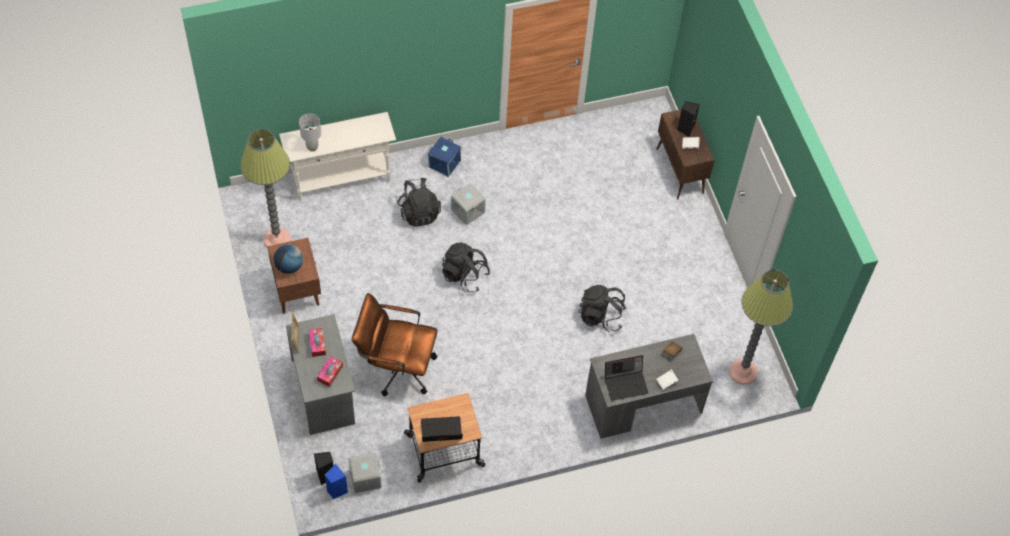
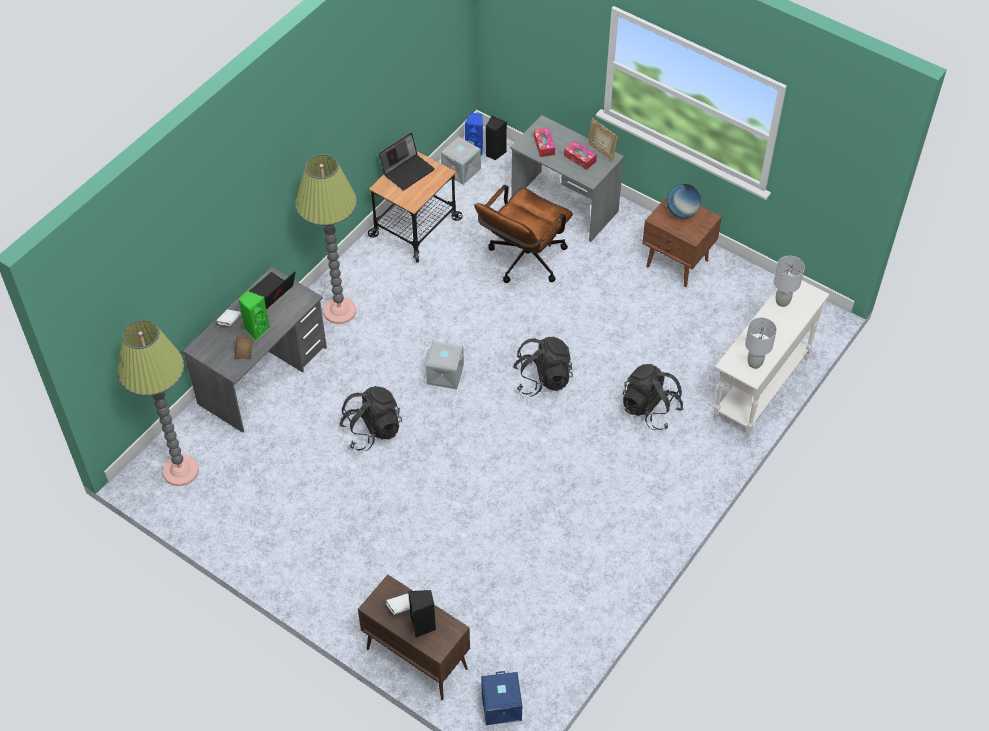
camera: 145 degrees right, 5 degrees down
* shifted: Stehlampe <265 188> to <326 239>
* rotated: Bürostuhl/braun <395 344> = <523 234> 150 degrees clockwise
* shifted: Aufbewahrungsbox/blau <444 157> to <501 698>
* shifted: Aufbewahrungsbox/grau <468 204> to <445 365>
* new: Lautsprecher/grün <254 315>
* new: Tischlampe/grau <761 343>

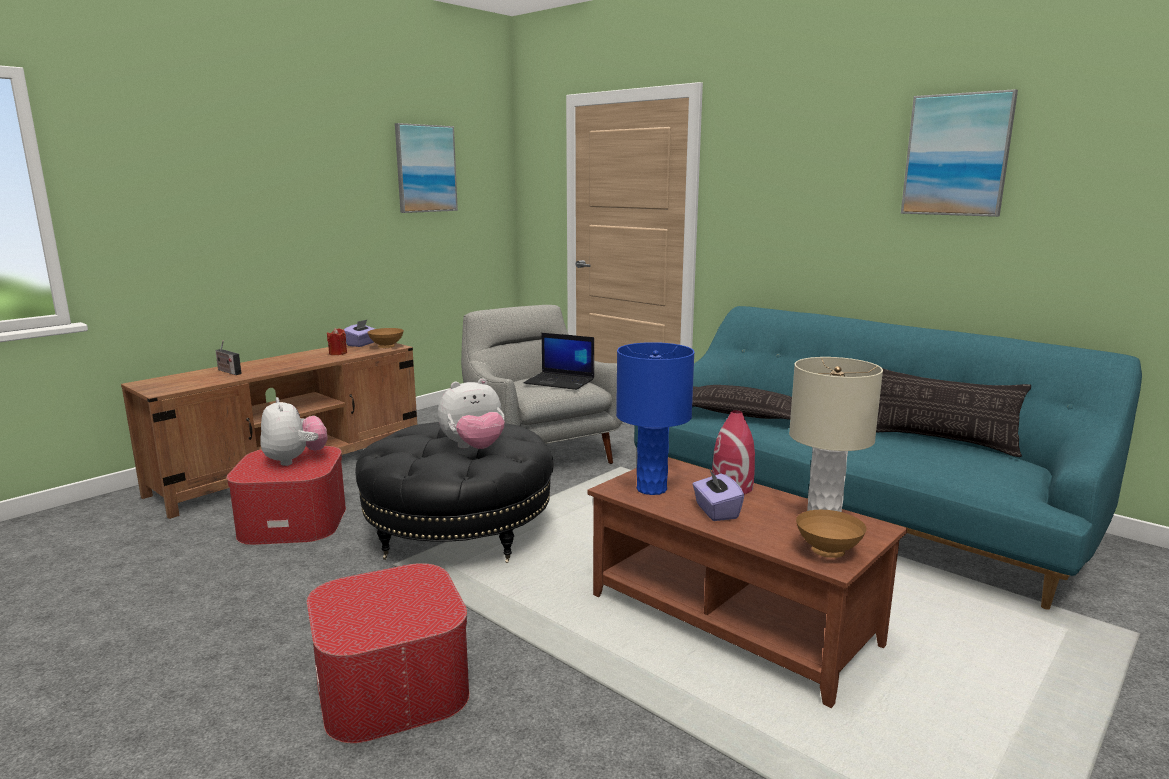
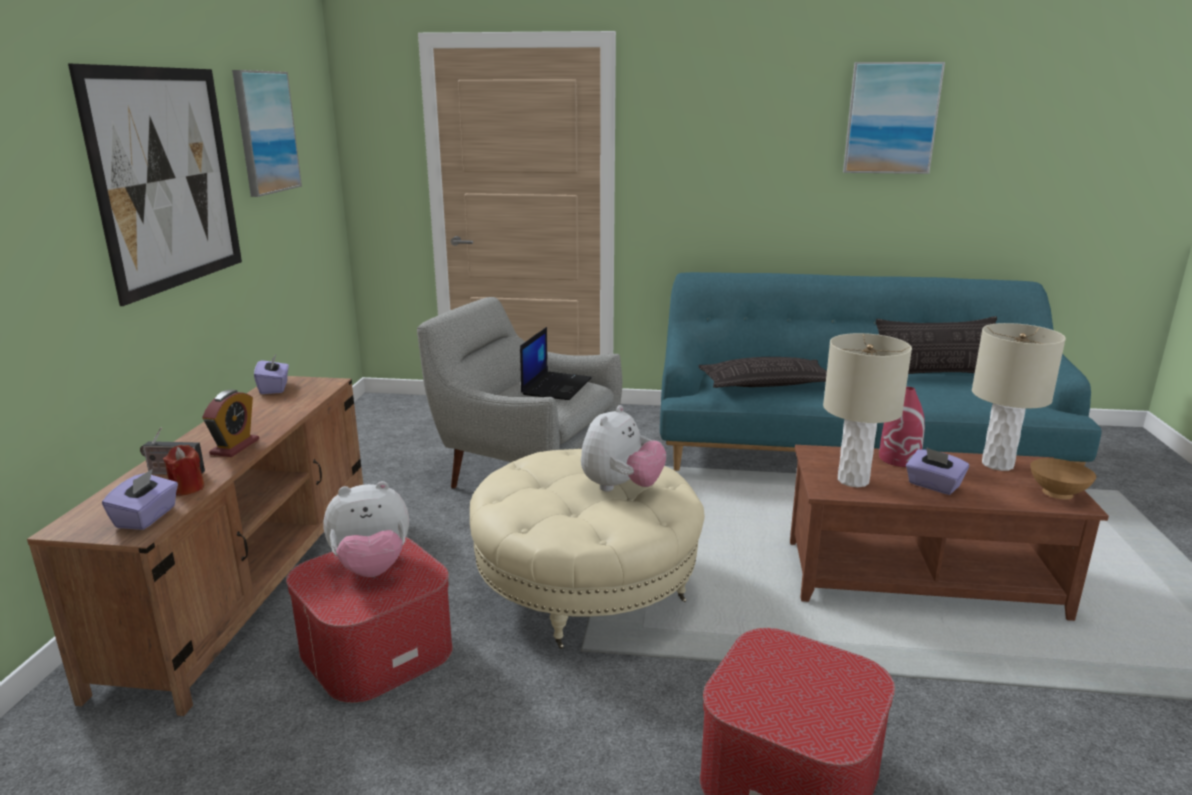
camera: 35 degrees left, 5 degrees up
* rotated: Plüschtier <294 431> = <366 529> 135 degrees clockwise
* shifted: Kerze/rot <337 341> to <183 470>
* repainted: Polsterhocker/schwarz <454 492> to Polsterhocker/beige <587 549>
* gone: Schüssel/braun <385 338>
* rotated: Laptop <558 361> = <556 363> 60 degrees counterclockwise
* repainted: Tischlampe/blau <655 418> to Tischlampe/beige <867 410>
* new: Bild <155 185>
* new: Taschentuchbox/lila <140 499>
* new: Wecker <230 423>

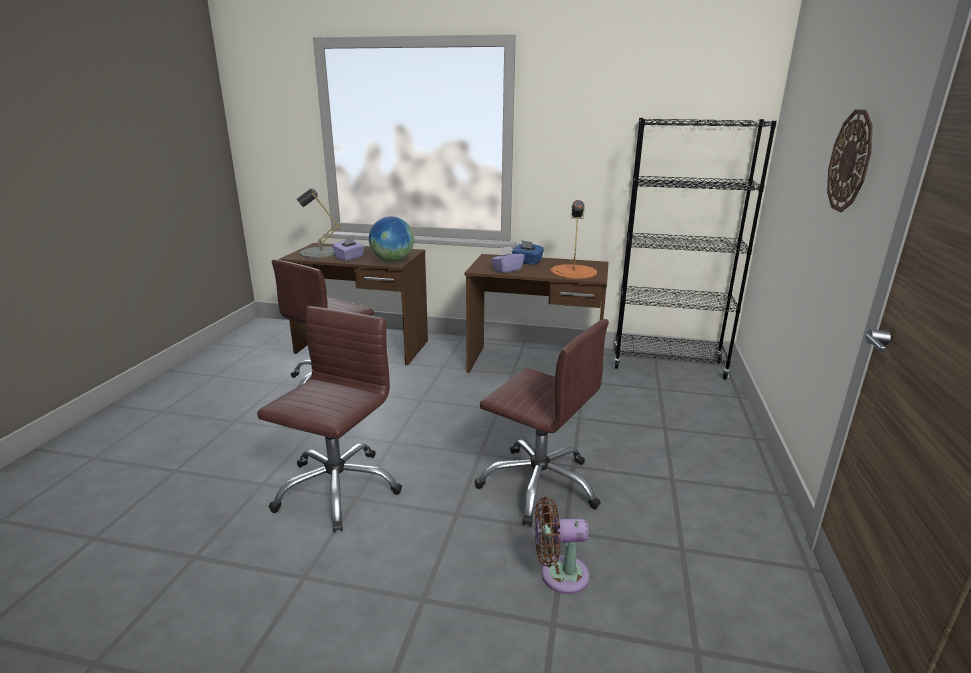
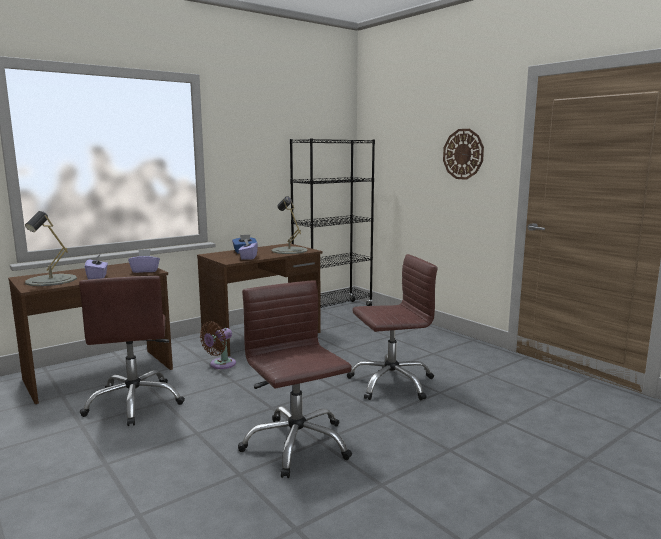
camera: 50 degrees left, 10 degrees down
* swapped: Globus <391 239> to Taschentuchbox/lila <144 261>
* shifted: Ventilator/braun <562 545> to <218 345>
* repainted: Tischlampe/orange <573 239> to Tischlampe/grau <289 225>

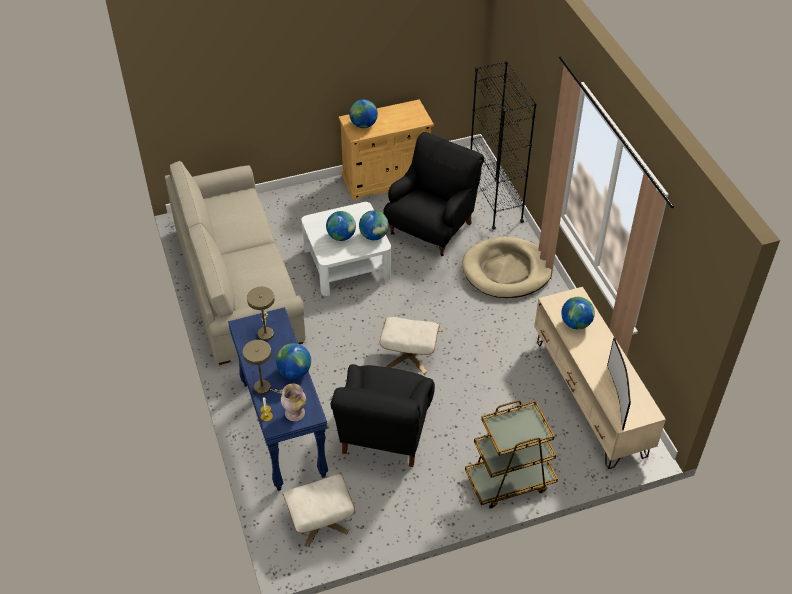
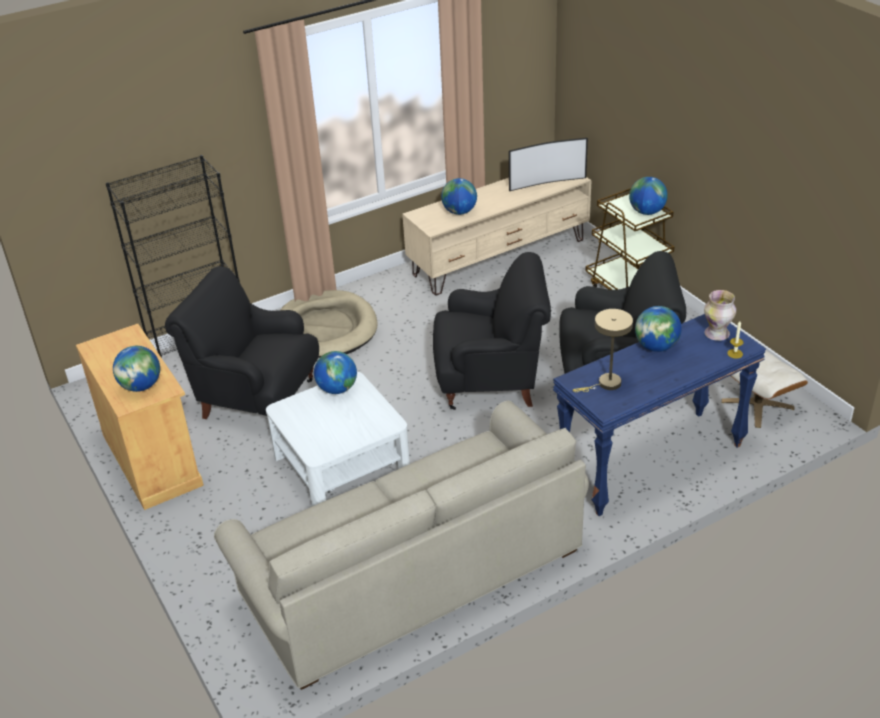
camera: 100 degrees left, 10 degrees down
* gone: Tischlampe/beige <263 367>
* shifted: Globus <341 226> to <648 196>
* swapped: Polsterhocker/beige <410 345> to Sessel/schwarz <492 331>

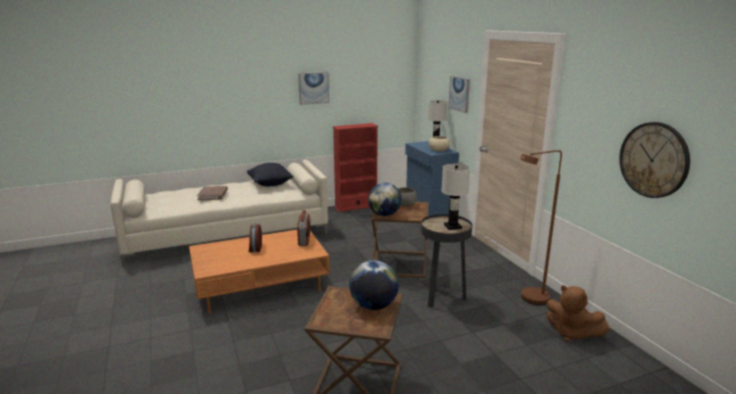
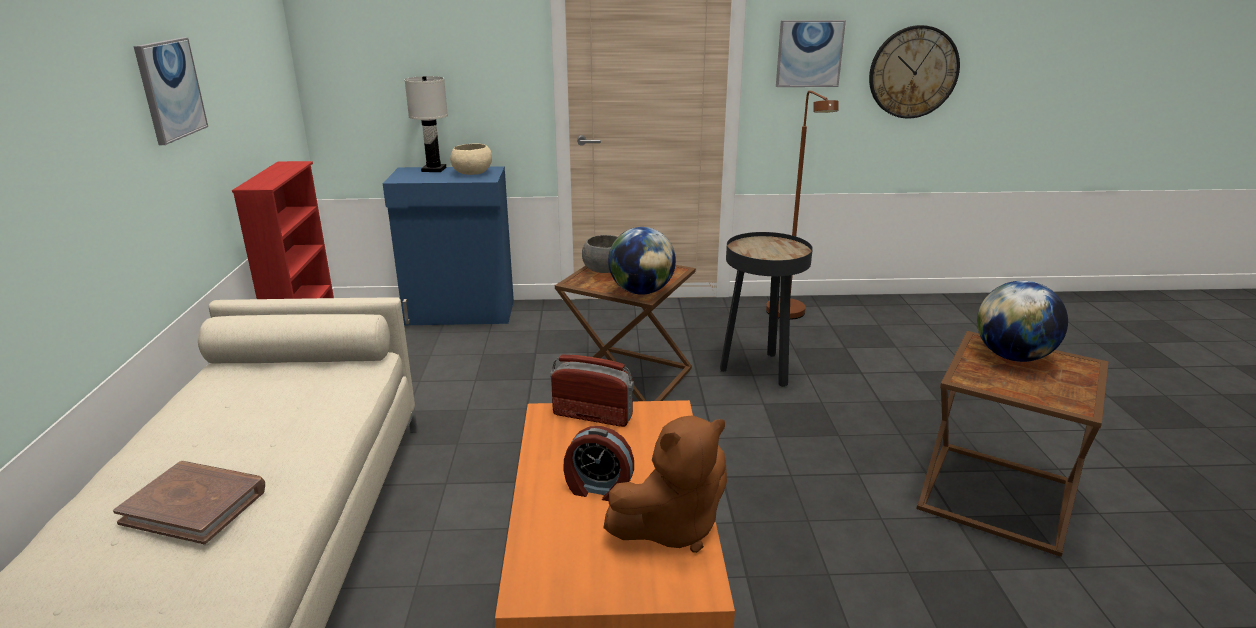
camera: 70 degrees left, 5 degrees up
* gone: Kissen/schwarz <270 174>
* gone: Tischlampe/weiß <455 197>
* shifted: Bild <459 94> to <811 53>
* shifted: Plüschtier/braun <578 313> to <665 484>

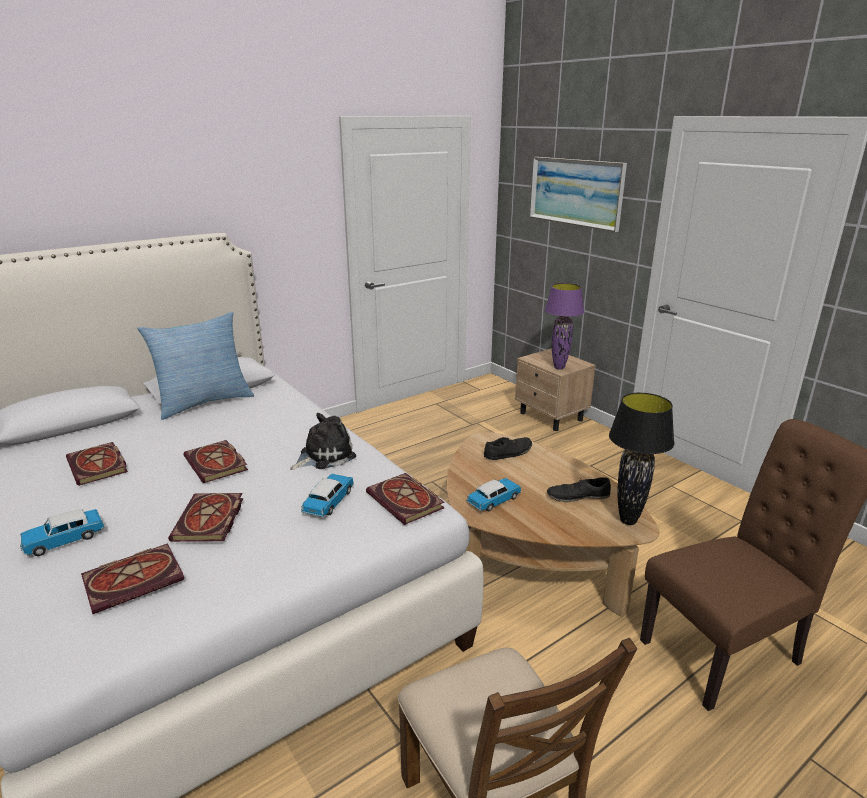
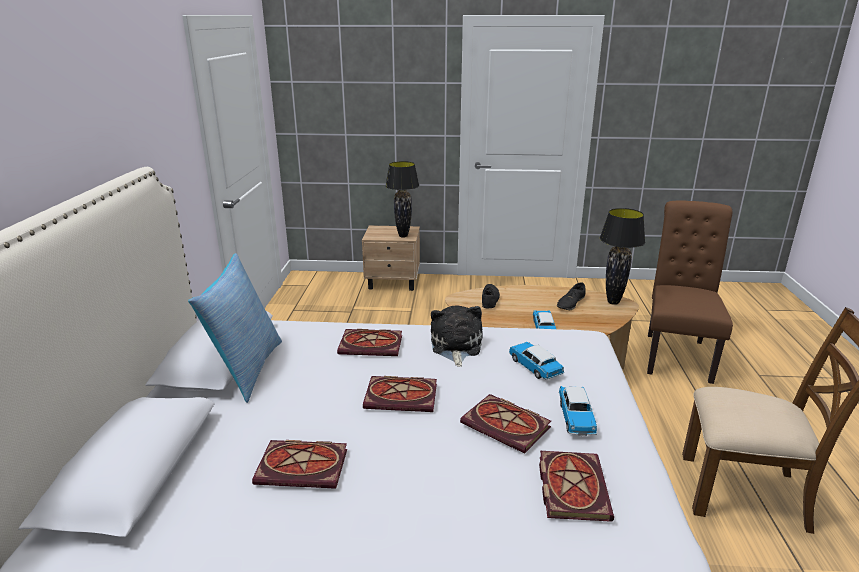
camera: 50 degrees left, 0 degrees up
* shifted: Spielzeugauto <62 532> to <578 411>
* shifted: Buch <405 499> to <369 342>
* gone: Bild <578 194>
* repainted: Tischlampe/lila <564 326> to Tischlampe/schwarz <402 199>

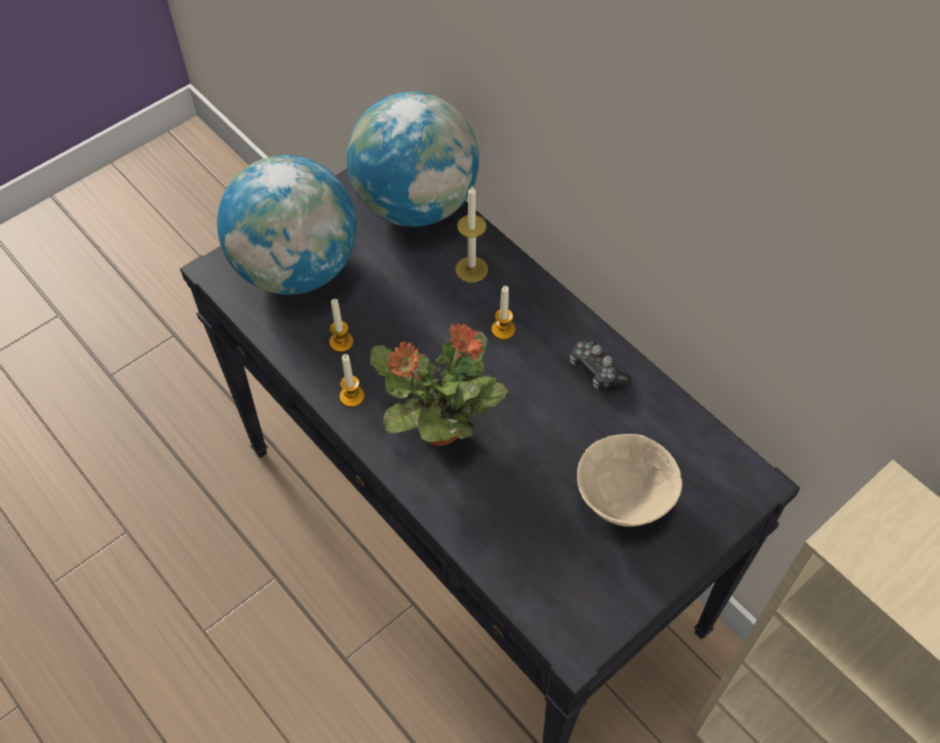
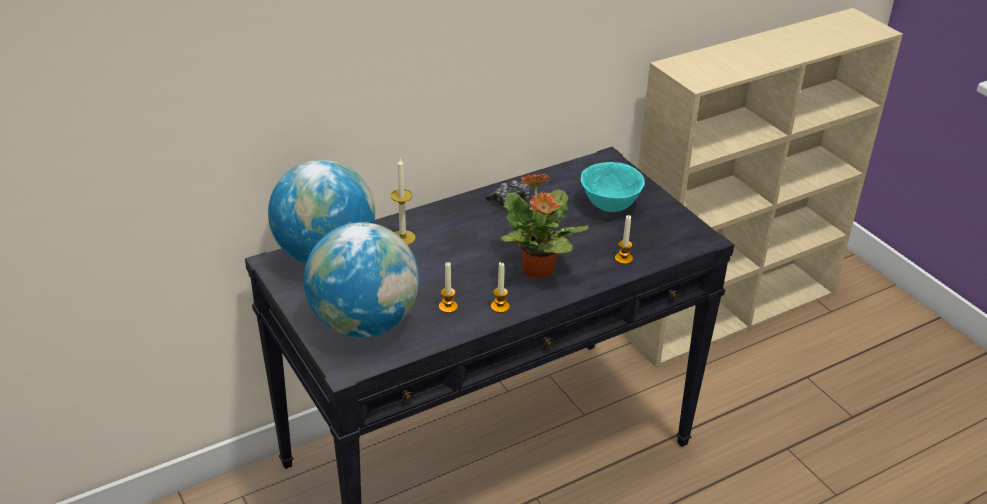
camera: 80 degrees left, 20 degrees down
* shifted: Kerze <503 313> to <624 239>
* repainted: Schüssel/beige <629 480> to Schüssel/türkis <613 187>

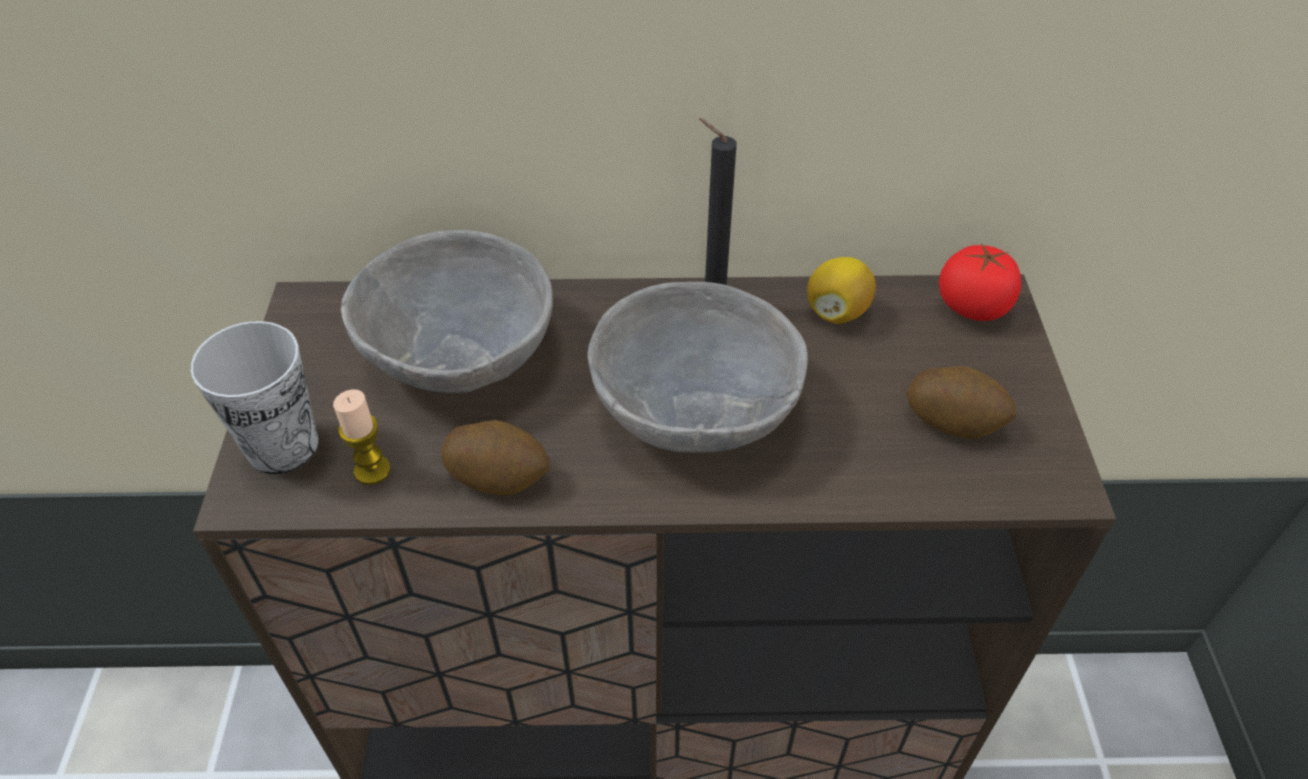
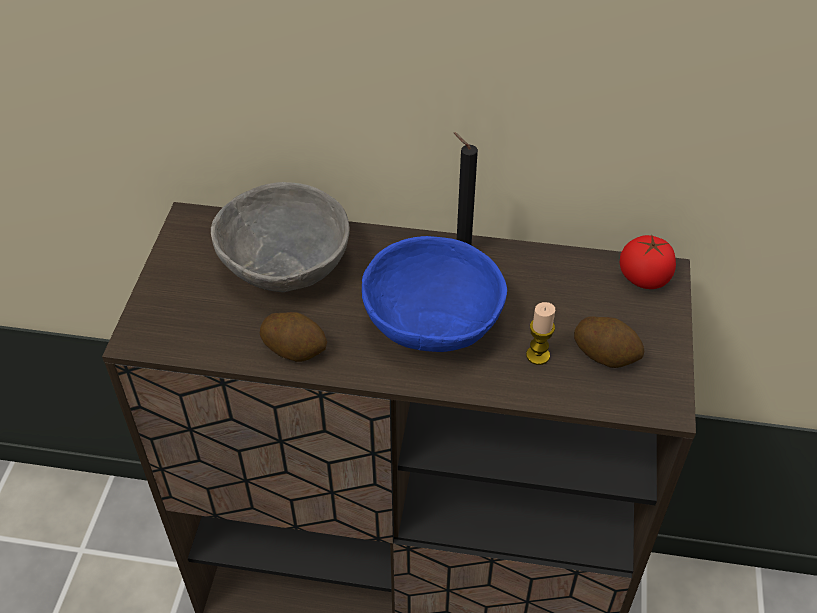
camera: 10 degrees right, 0 degrees up
* gone: Tasse <254 397>
* shifted: Kerze <362 437> to <540 333>
* repainted: Schüssel/grau <697 367> to Schüssel/blau <434 294>
* gone: Zitrone <841 290>

